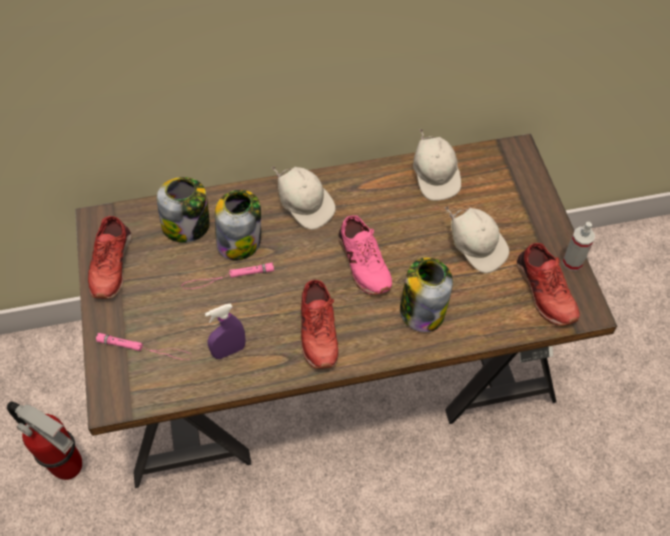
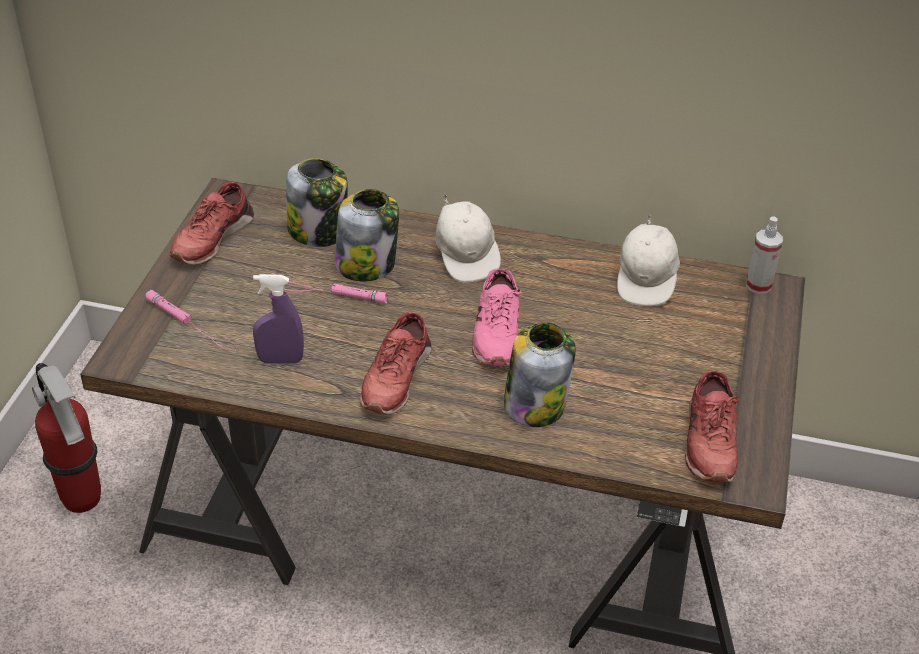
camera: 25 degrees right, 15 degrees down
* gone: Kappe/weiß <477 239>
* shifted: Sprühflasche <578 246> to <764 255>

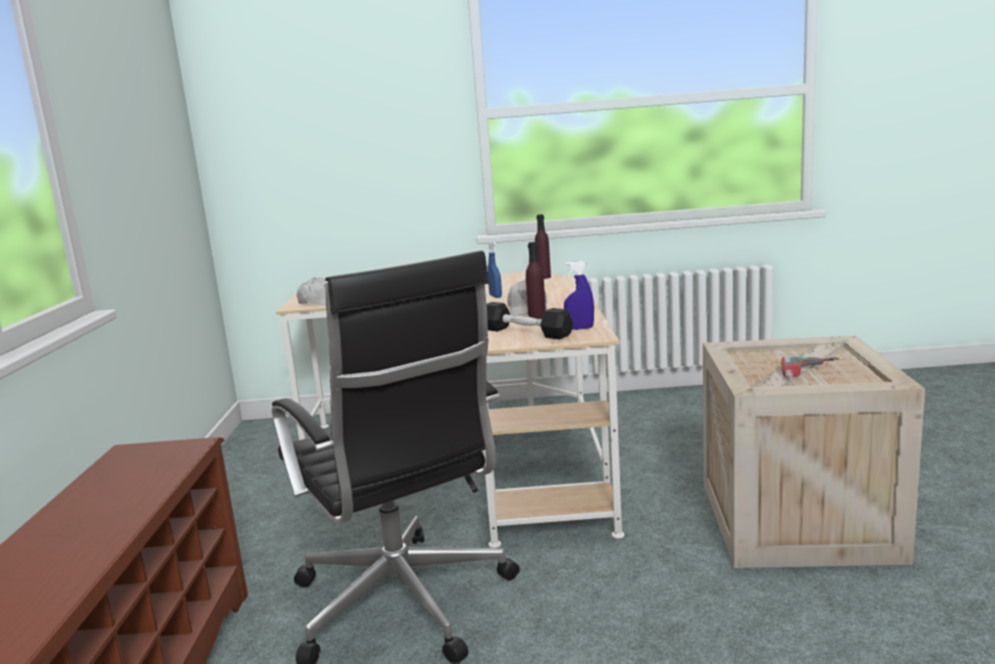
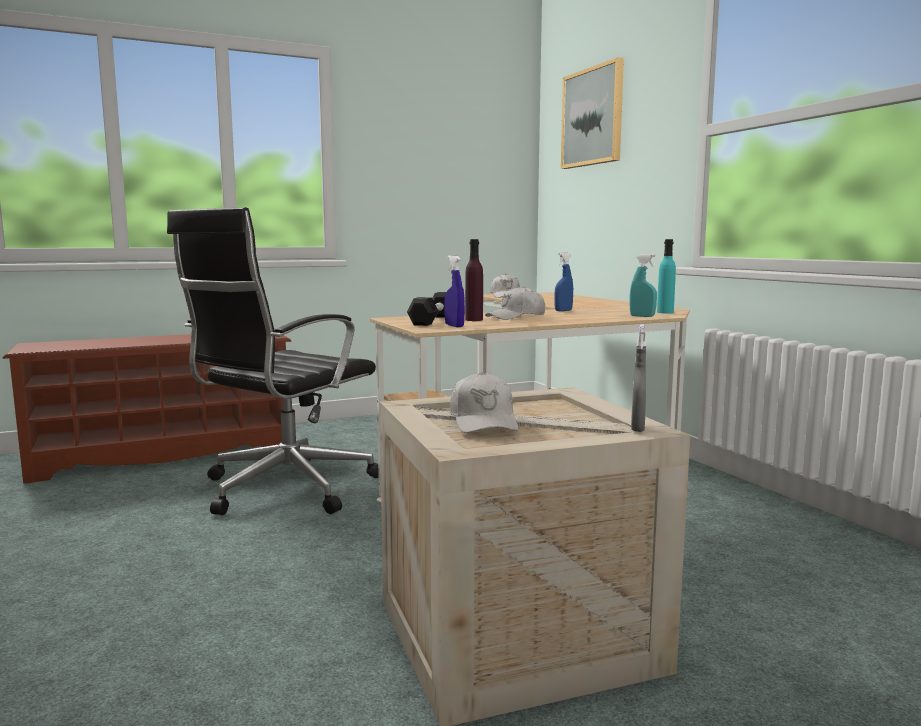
camera: 65 degrees right, 5 degrees down
* repainted: Flasche/lila <543 246> to Flasche/türkis <666 276>
* swapped: Bohrmaschine <810 367> to Kappe/weiß <484 402>
* new: Bild <592 113>
* new: Sprühflasche/türkis <643 285>
* new: Sprühflasche/grau <638 378>

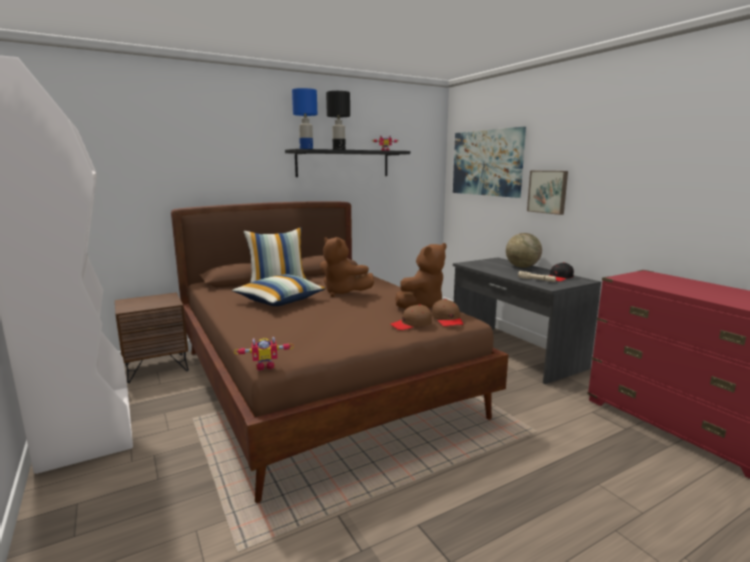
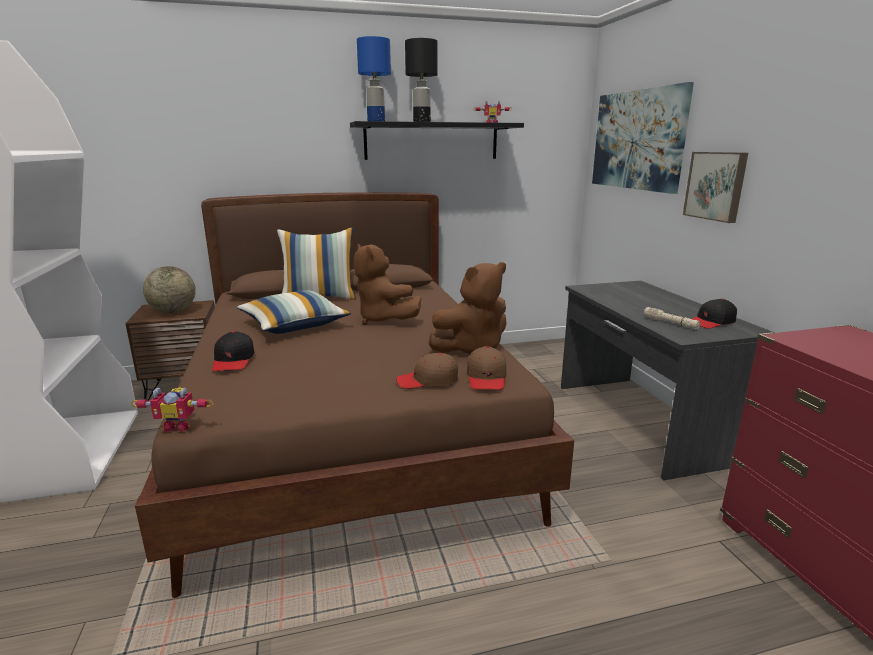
camera: 15 degrees right, 5 degrees up
* shifted: Globus <524 250> to <169 289>
* new: Kappe/schwarz <233 351>

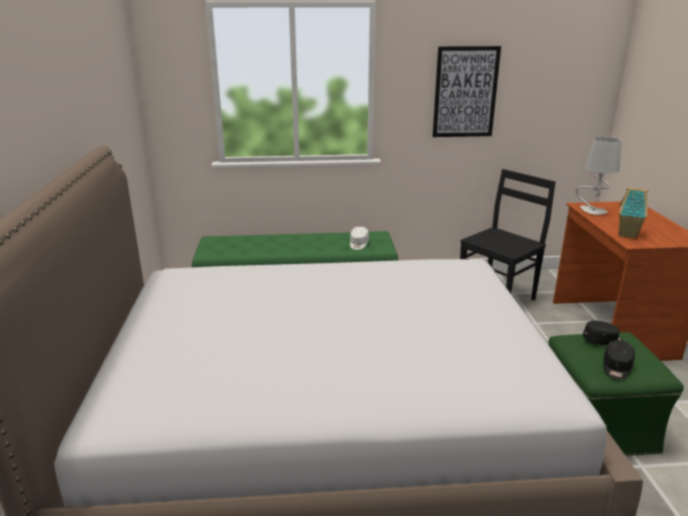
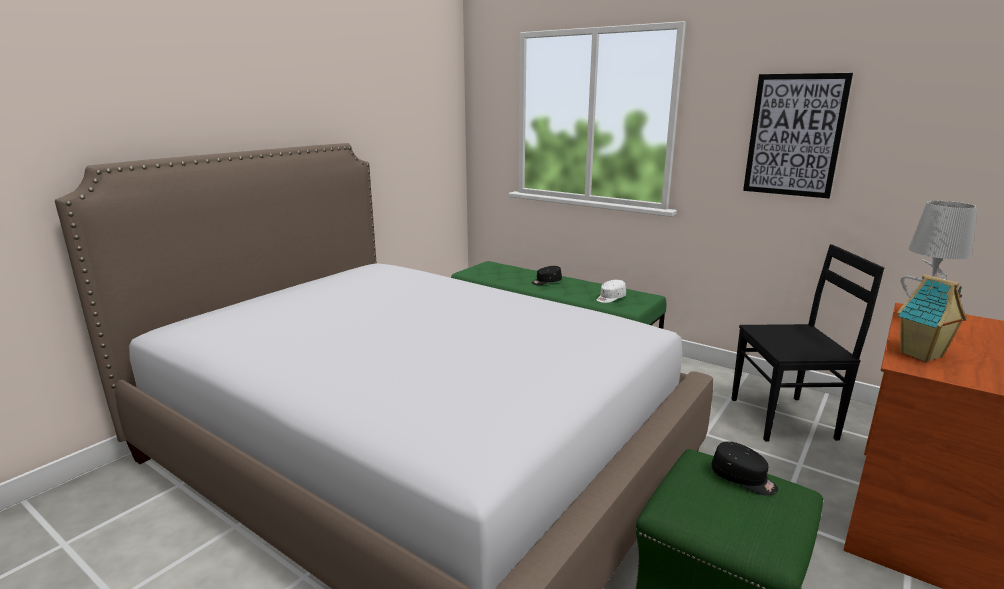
camera: 40 degrees right, 5 degrees down
* shifted: Kappe/schwarz <619 360> to <547 275>

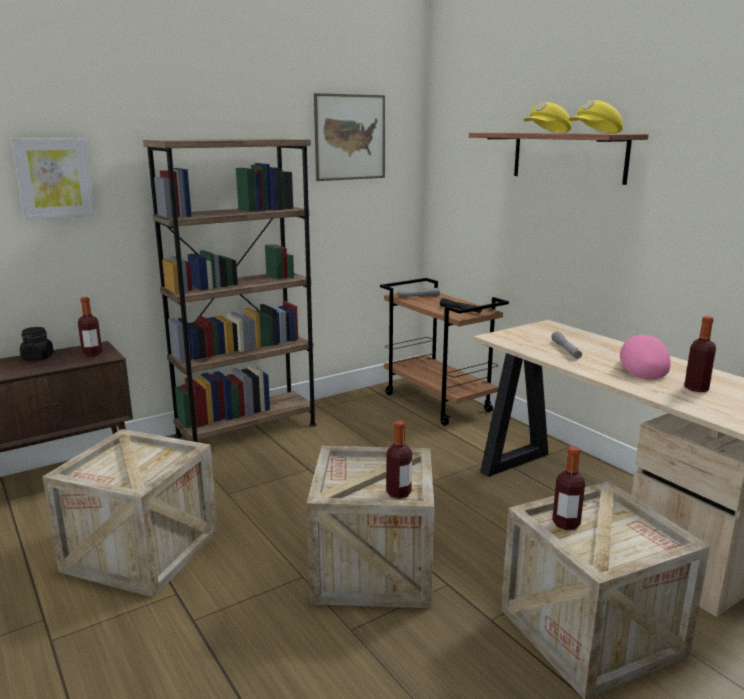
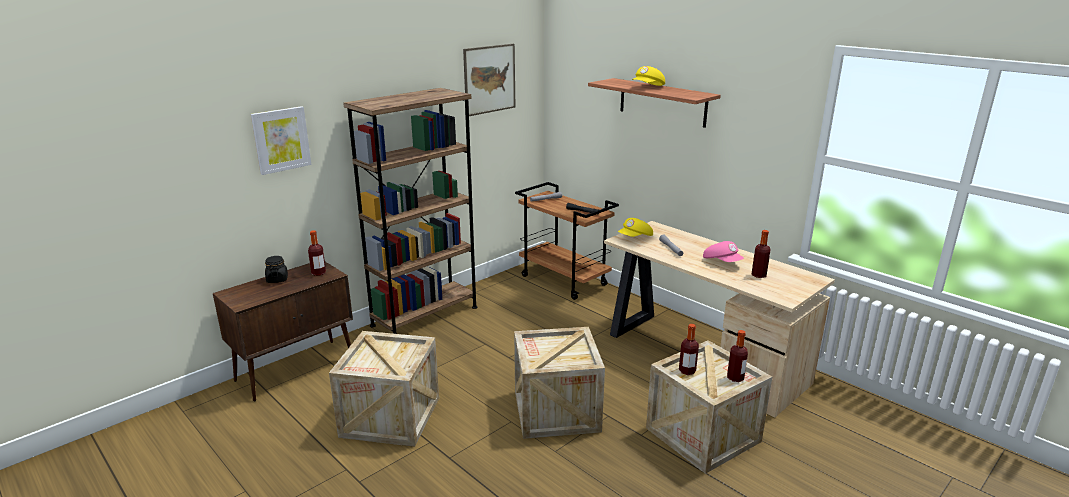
camera: 10 degrees left, 5 degrees up
* shifted: Flasche <399 459> to <737 356>
* shifted: Kappe/gelb <596 116> to <635 227>
* rotated: Kappe/rosa <645 357> = <723 251> 150 degrees clockwise

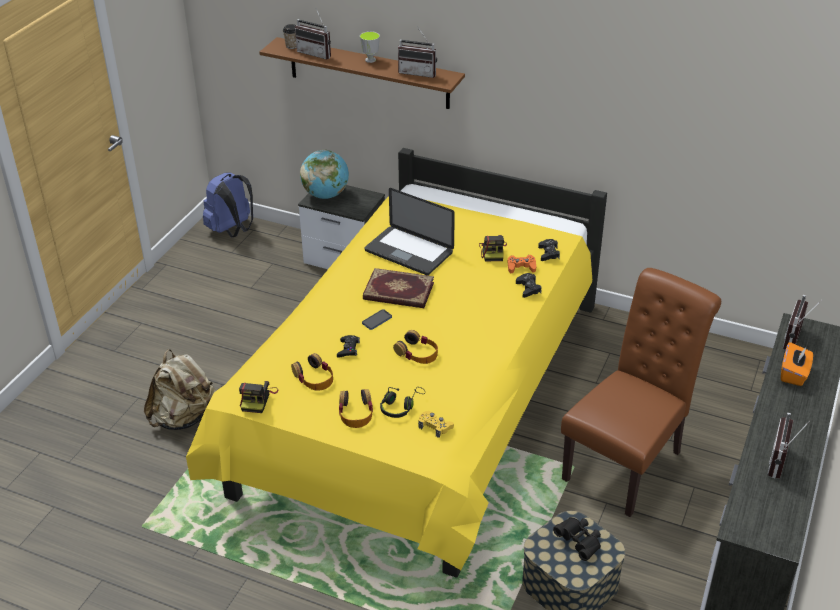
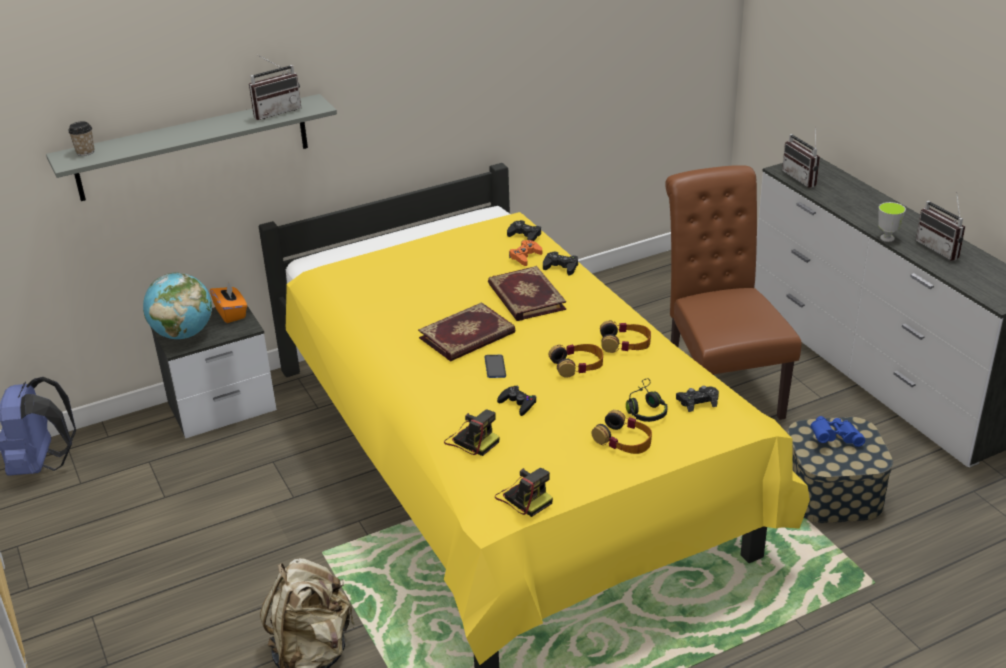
camera: 50 degrees left, 5 degrees down
* repainted: Wandregal/braun <362 73> to Wandregal/grau <191 147>
* shifted: Kopfhörer <312 372> to <625 337>
* gone: Radio <313 34>
* shifted: Tasse <370 47> to <892 222>
* gone: Laptop <409 231>
* repainted: Gamepad/gelb <436 424> to Gamepad/schwarz <697 399>
* shifted: Kamera <493 248> to <472 432>
* repainted: Fernglas/schwarz <577 539> to Fernglas/blau <838 431>
* shifted: Taschentuchbox/orange <797 364> to <228 302>
* new: Buch <527 293>

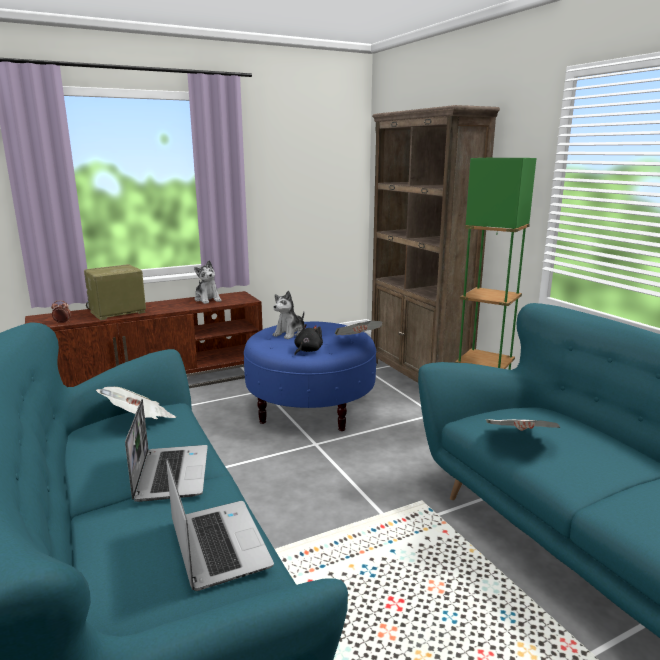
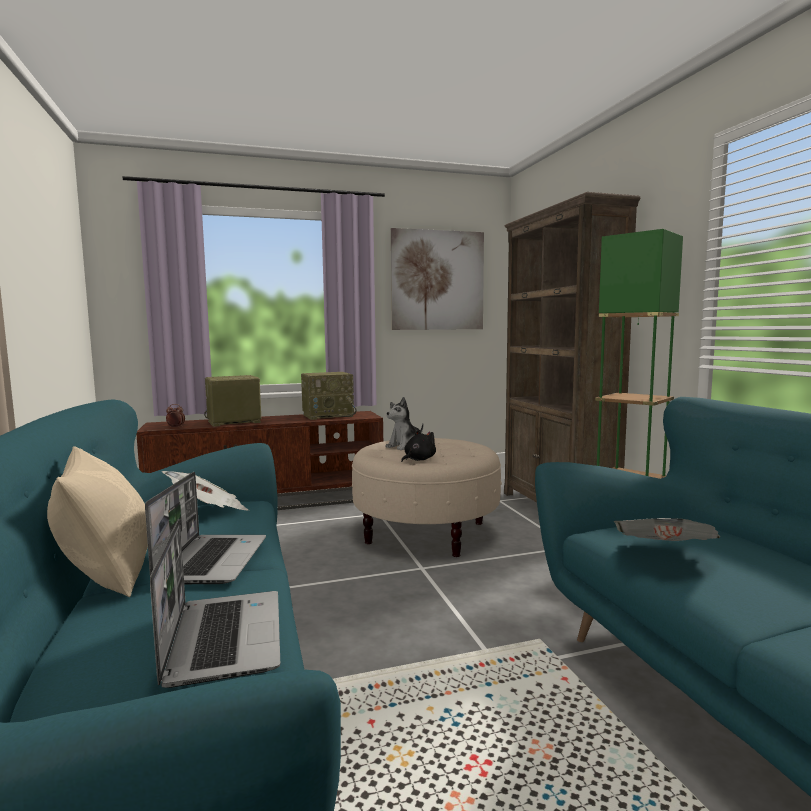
camera: 10 degrees right, 10 degrees down
* swapped: Plüschtier <208 282> to Radio <329 396>
* repainted: Polsterhocker/blau <310 376> to Polsterhocker/beige <427 497>
* gone: Zeitung <358 328>
* new: Kissen/beige <97 521>
* new: Bild <437 279>

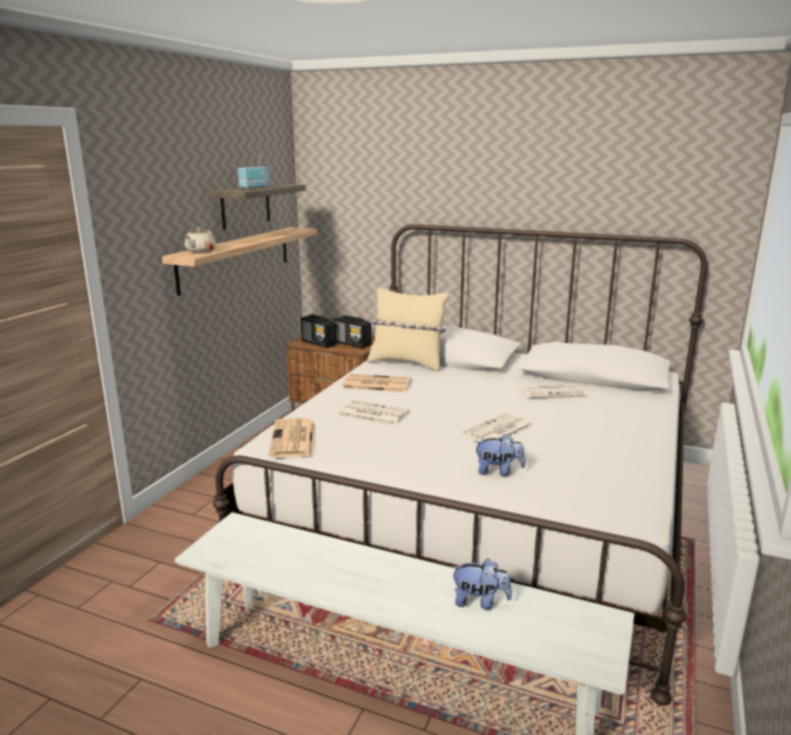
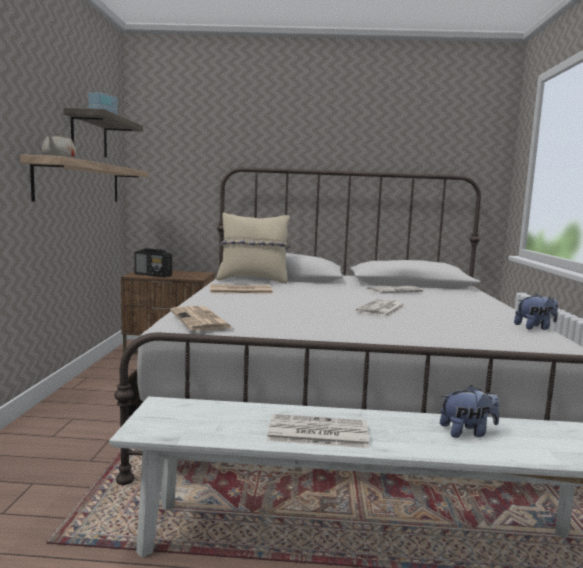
camera: 20 degrees left, 10 degrees down
* gone: Radio <352 331>
* shifted: Zeitung <373 412> to <318 431>
* shifted: Plüschtier <500 455> to <536 312>

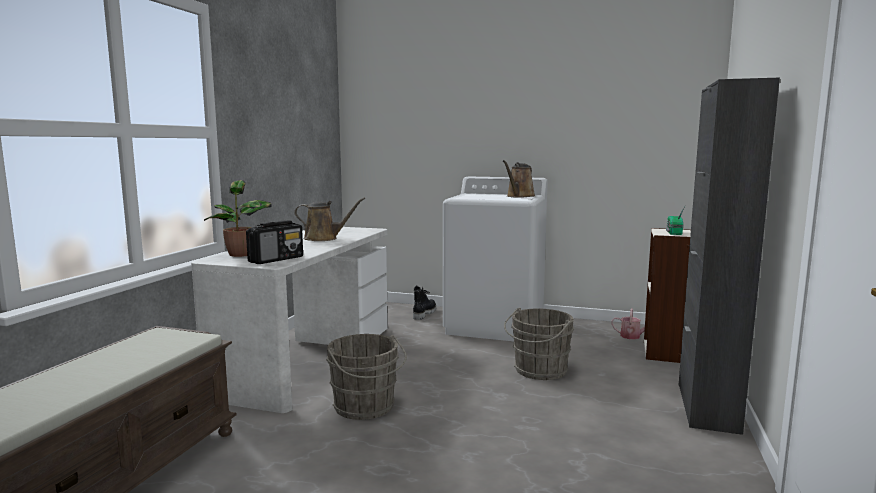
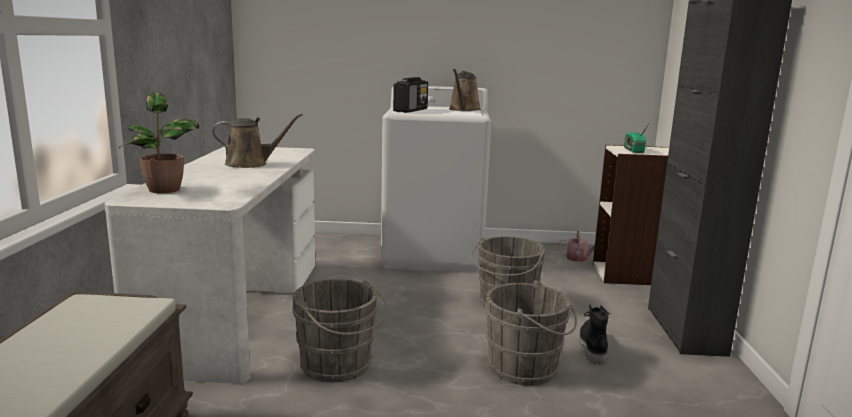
camera: 15 degrees left, 5 degrees up
* shifted: Radio <274 242> to <410 95>
* shifted: Stiefel/schwarz <424 303> to <594 334>
* new: Eimer/grau <531 333>

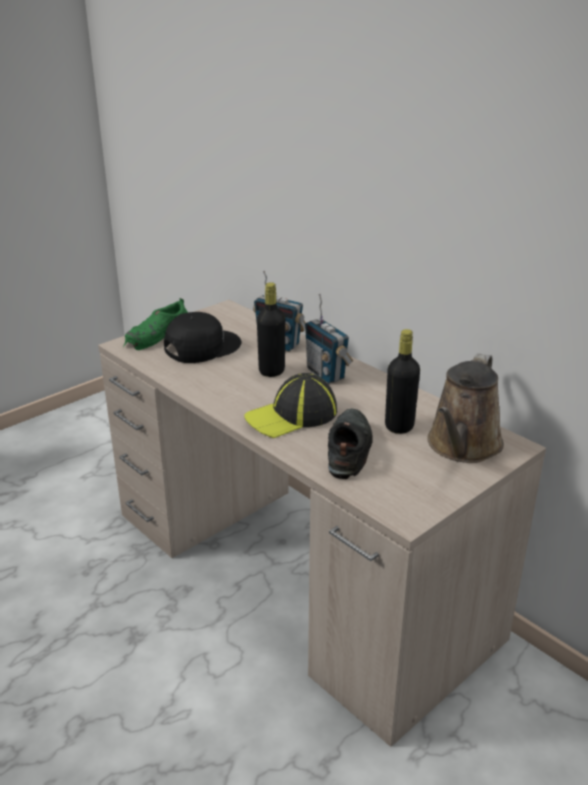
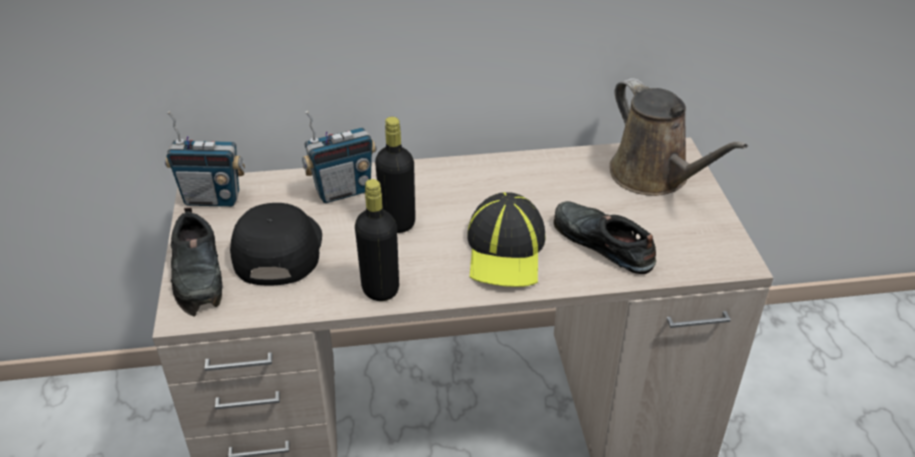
camera: 55 degrees left, 10 degrees up
* repainted: Schuh/grün <155 324> to Schuh/schwarz <196 262>
* shifted: Radio <329 338> to <205 159>
* shifted: Flasche/schwarz <402 381> to <377 240>

